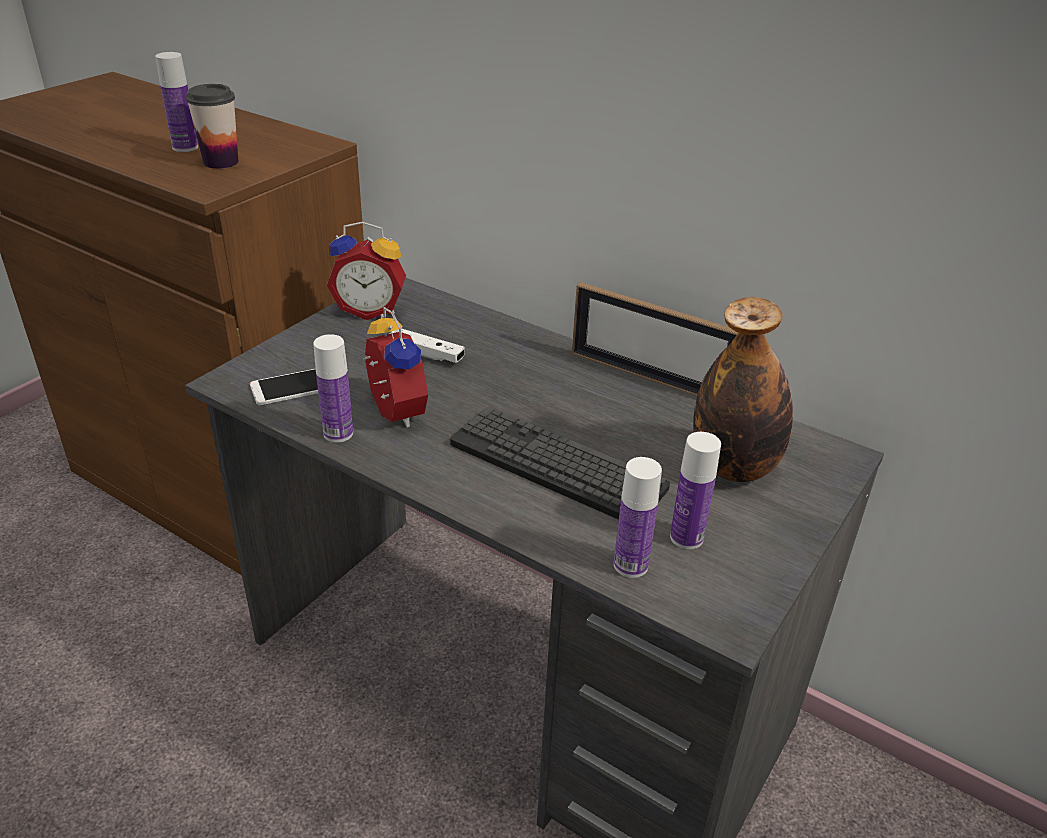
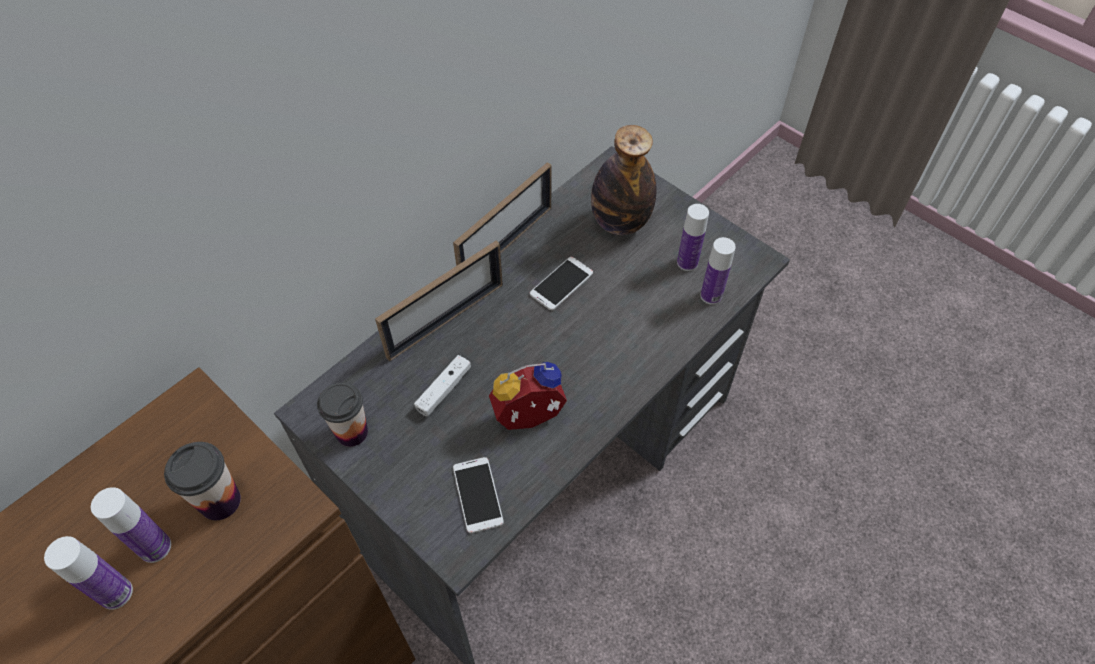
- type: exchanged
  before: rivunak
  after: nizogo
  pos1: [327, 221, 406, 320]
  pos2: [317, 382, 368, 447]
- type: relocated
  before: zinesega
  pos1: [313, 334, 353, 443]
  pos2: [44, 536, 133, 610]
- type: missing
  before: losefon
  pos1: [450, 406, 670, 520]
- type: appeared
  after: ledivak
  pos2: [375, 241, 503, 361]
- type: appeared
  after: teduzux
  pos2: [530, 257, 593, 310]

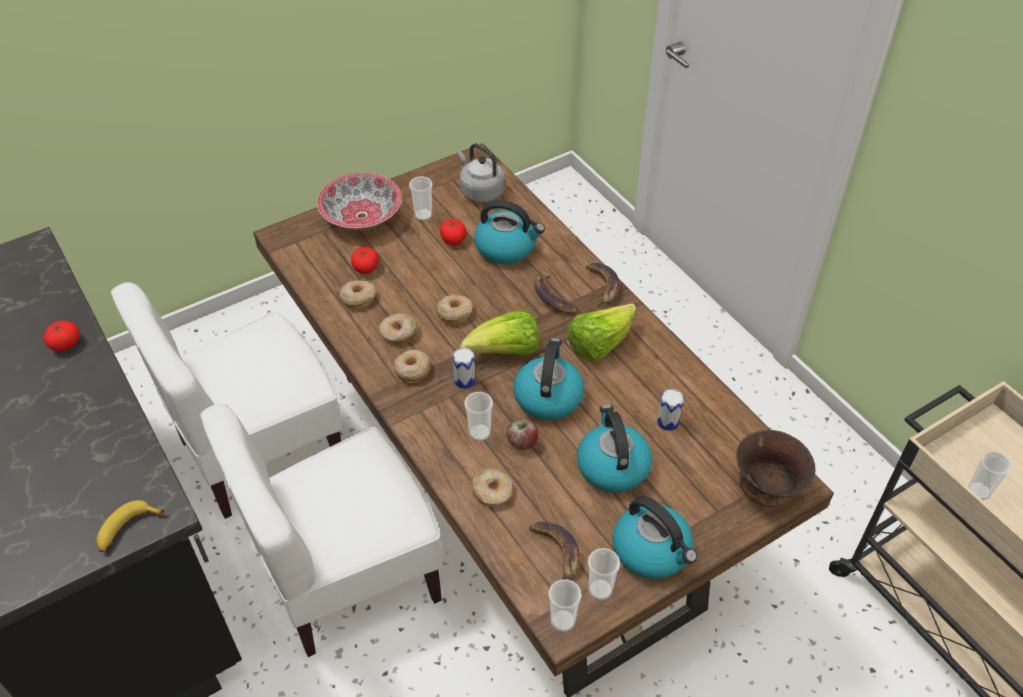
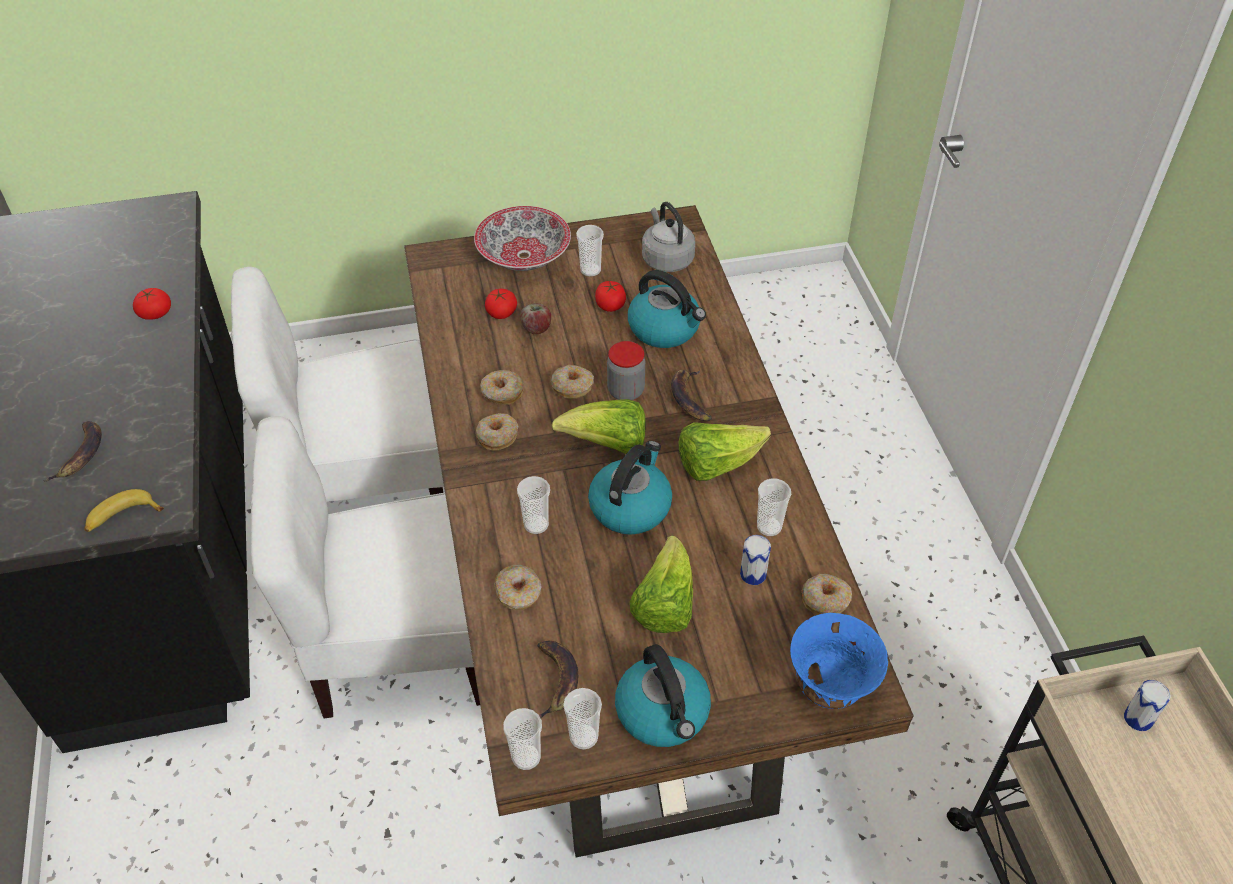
- type: relocated
  before: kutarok
  pos1: [586, 263, 619, 309]
  pos2: [43, 421, 102, 482]
- type: relocated
  before: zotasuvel
  pos1: [339, 280, 375, 309]
  pos2: [802, 574, 852, 615]
- type: relocated
  before: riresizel
  pos1: [453, 348, 475, 389]
  pos2: [1124, 680, 1171, 731]
- type: exchanged
  before: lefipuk
  after: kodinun
  pos1: [577, 404, 652, 493]
  pos2: [630, 536, 693, 633]
- type: relocated
  before: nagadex
  pos1: [506, 419, 538, 450]
  pos2: [520, 303, 551, 334]
- type: colour
  before: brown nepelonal
  after: blue nepelonal
  pos1: [737, 430, 815, 507]
  pos2: [790, 613, 888, 709]
- type: relocated
  before: nizogo
  pos1: [968, 451, 1012, 500]
  pos2: [757, 479, 791, 536]
- type: appeared
  after: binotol
  pos2: [607, 341, 645, 400]

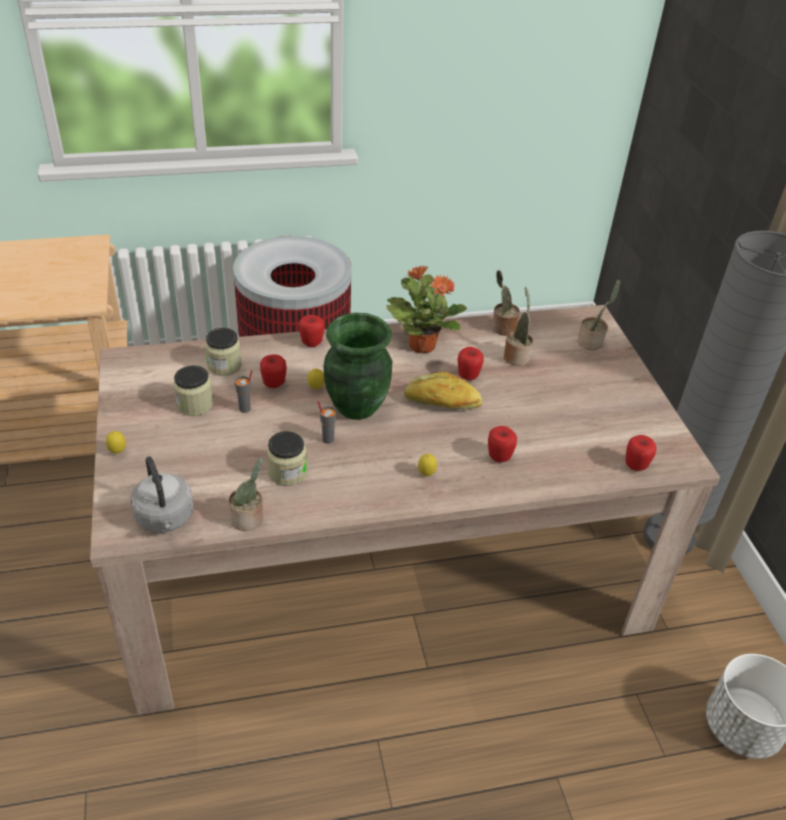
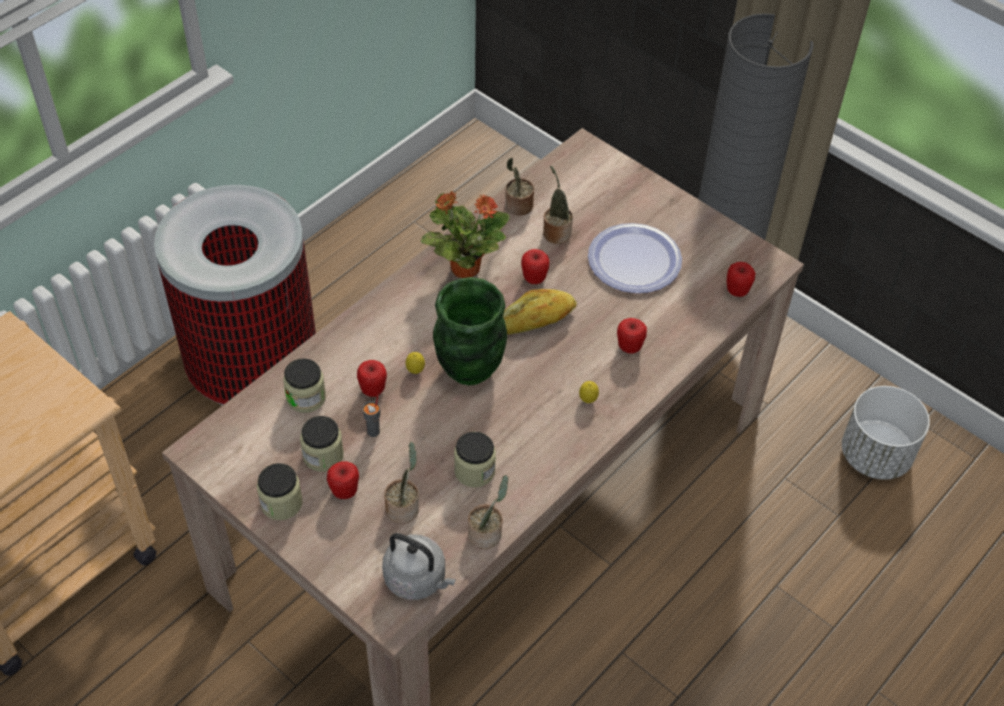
- type: relocated
  before: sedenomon
  pos1: [578, 280, 620, 350]
  pos2: [384, 442, 419, 524]
- type: relocated
  before: nagadex
  pos1: [299, 315, 324, 347]
  pos2: [327, 461, 359, 499]
- type: missing
  before: grey nizogo
  pos1: [317, 401, 337, 444]
- type: missing
  before: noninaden
  pos1: [106, 431, 126, 454]
- type: appeared
  after: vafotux
  pos2: [588, 223, 682, 293]
- type: appeared
  after: binotol
  pos2: [257, 463, 303, 520]

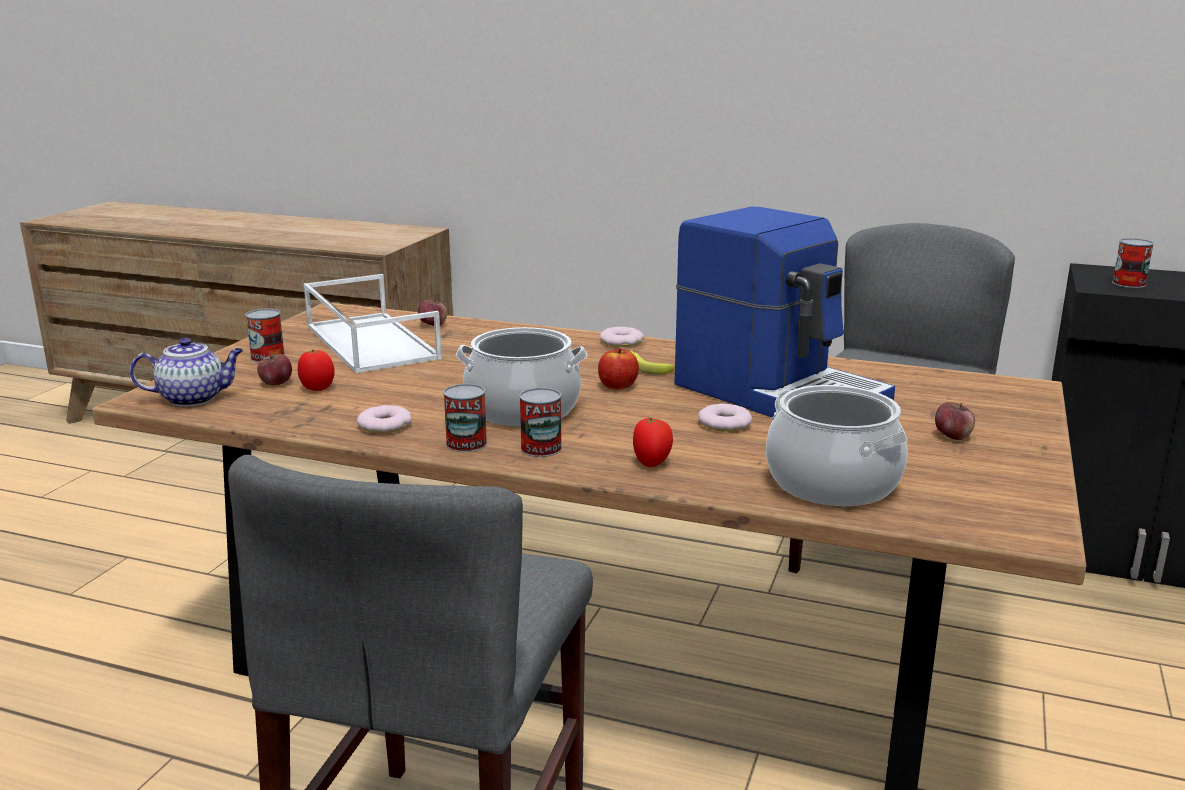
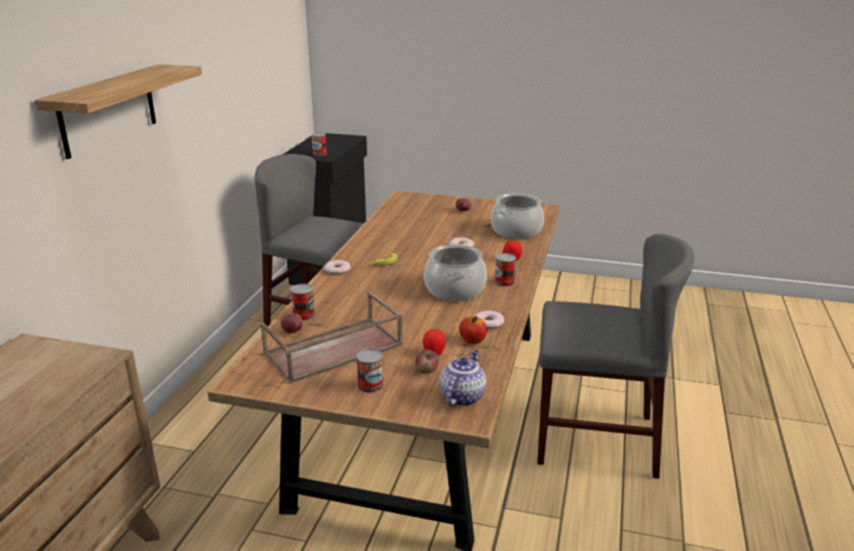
- type: missing
  before: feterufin
  pos1: [675, 207, 895, 418]
- type: colour
  before: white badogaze
  after: brown badogaze
  pos1: [303, 274, 442, 373]
  pos2: [261, 291, 403, 384]
- type: spun
  before: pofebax
  pos1: [130, 338, 244, 407]
  pos2: [439, 350, 487, 406]
  turn: 45
- type: relocated
  before: nagadex
  pos1: [598, 348, 639, 390]
  pos2: [459, 316, 487, 344]
- type: relocated
  before: riresizel
  pos1: [443, 384, 487, 452]
  pos2: [291, 284, 315, 321]
- type: appeared
  after: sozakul
  pos2: [35, 64, 202, 159]

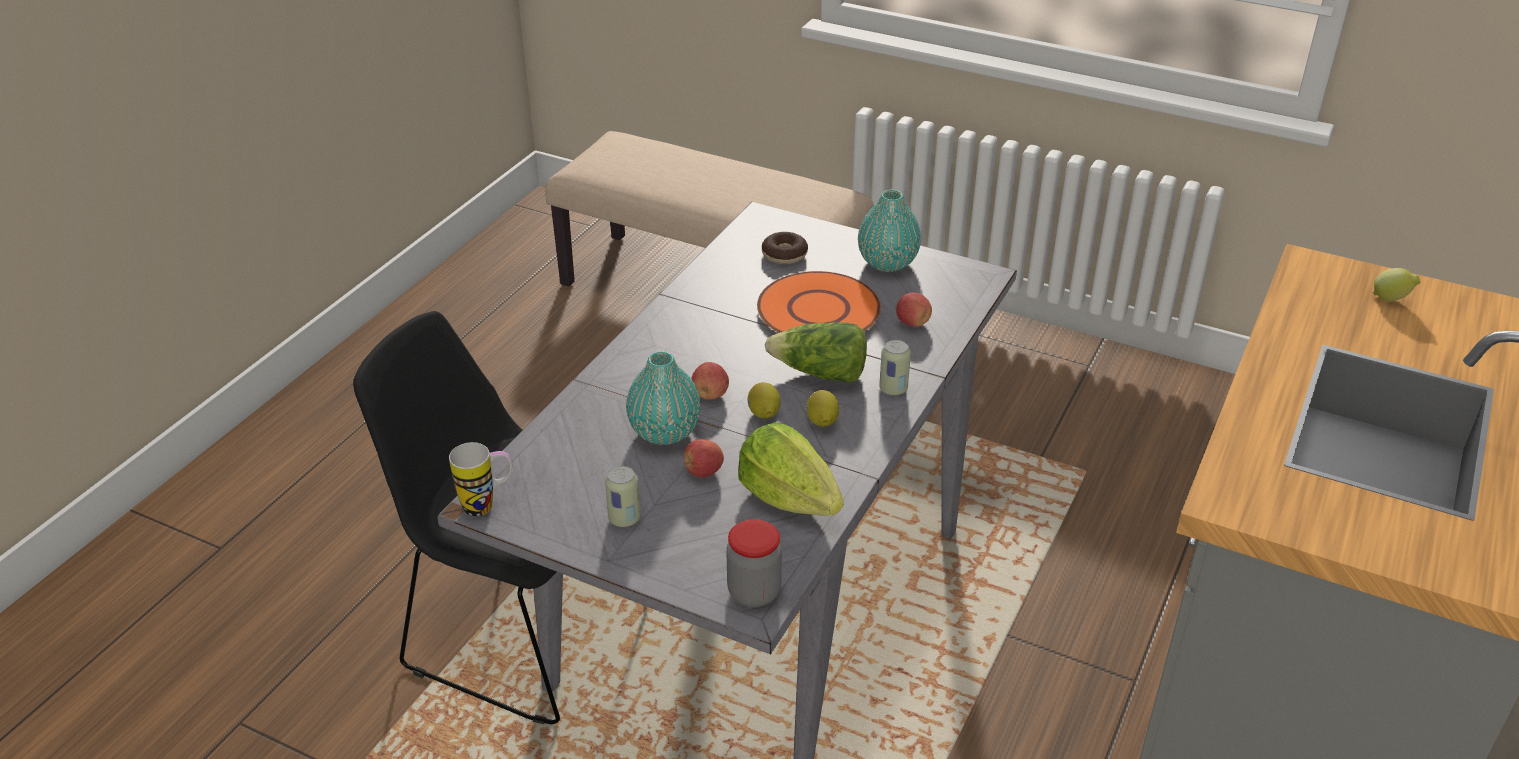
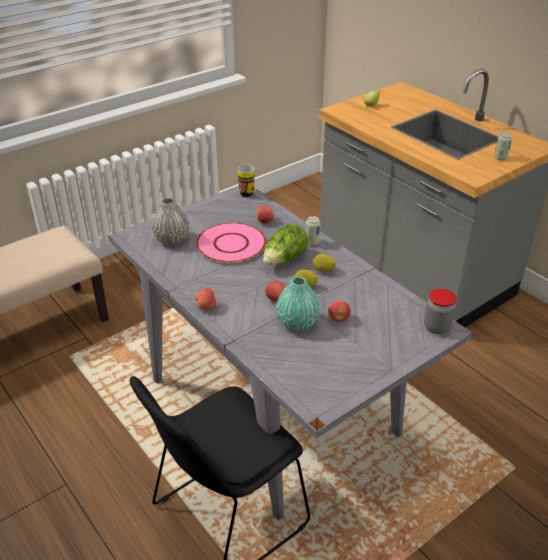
- type: missing
  before: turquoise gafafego
  pos1: [858, 190, 921, 272]
- type: exchanged
  before: zotasuvel
  after: grey gafafego
  pos1: [762, 232, 808, 264]
  pos2: [152, 197, 189, 246]
- type: colour
  before: orange vafotux
  after: pink vafotux
  pos1: [757, 271, 881, 333]
  pos2: [196, 222, 266, 263]
- type: missing
  before: kodinun
  pos1: [738, 422, 844, 516]
- type: relocated
  before: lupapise
  pos1: [449, 442, 512, 517]
  pos2: [238, 164, 255, 198]
- type: relocated
  before: riresizel
  pos1: [605, 466, 640, 527]
  pos2: [494, 132, 512, 160]
- type: appeared
  after: nagadex
  pos2: [195, 288, 217, 310]

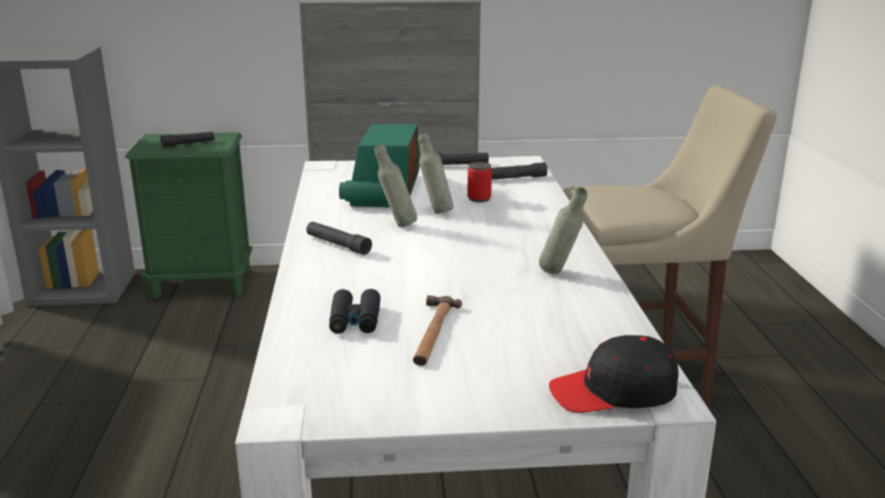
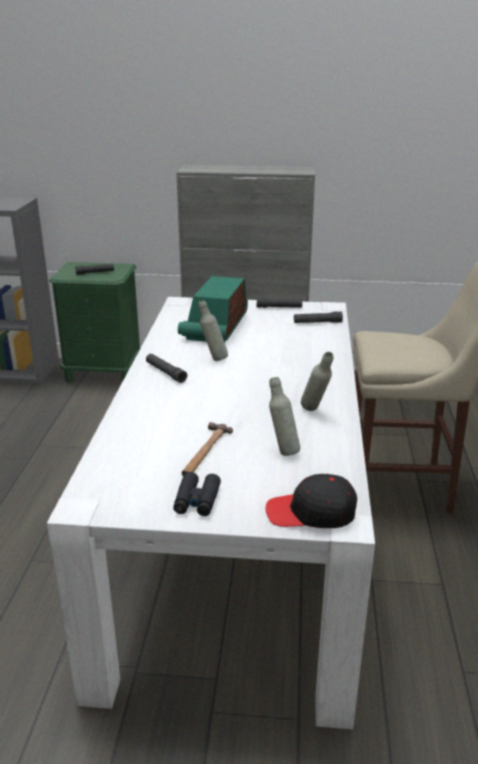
- type: relocated
  before: grey zinesega
  pos1: [418, 133, 453, 214]
  pos2: [269, 377, 300, 456]
- type: missing
  before: riresizel
  pos1: [467, 162, 492, 202]
- type: relocated
  before: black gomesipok
  pos1: [329, 289, 381, 334]
  pos2: [173, 472, 221, 516]

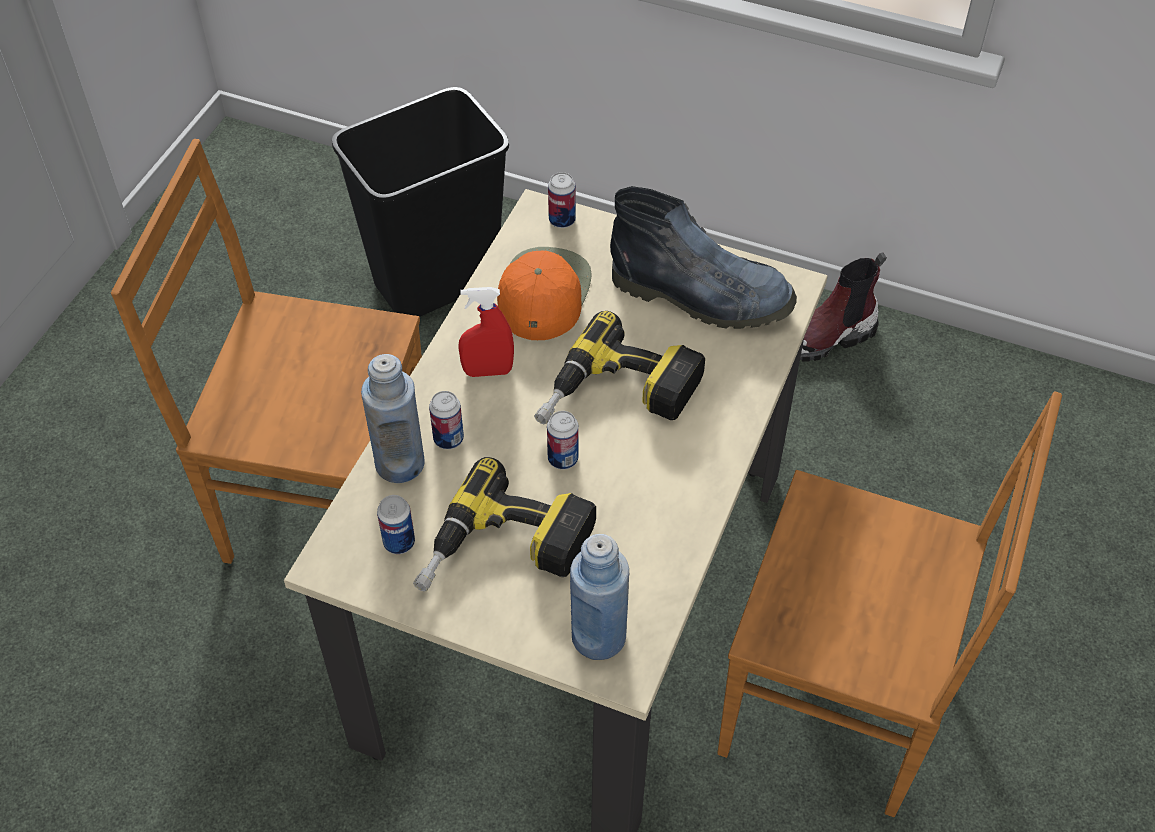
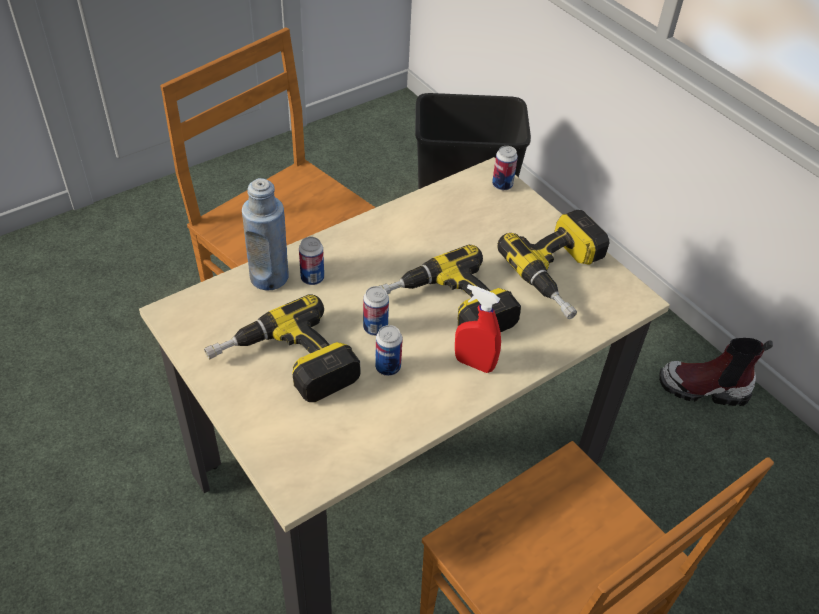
- type: exchanged
  before: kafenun
  after: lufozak
  pos1: [610, 186, 797, 329]
  pos2: [497, 210, 609, 319]
- type: missing
  before: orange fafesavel
  pos1: [497, 247, 592, 340]
- type: relocated
  before: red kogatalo
  pos1: [458, 287, 514, 377]
  pos2: [455, 284, 501, 373]
- type: relocated
  before: riresizel
  pos1: [377, 495, 415, 554]
  pos2: [375, 325, 403, 376]
- type: missing
  before: blue zinesega
  pos1: [570, 534, 629, 660]

